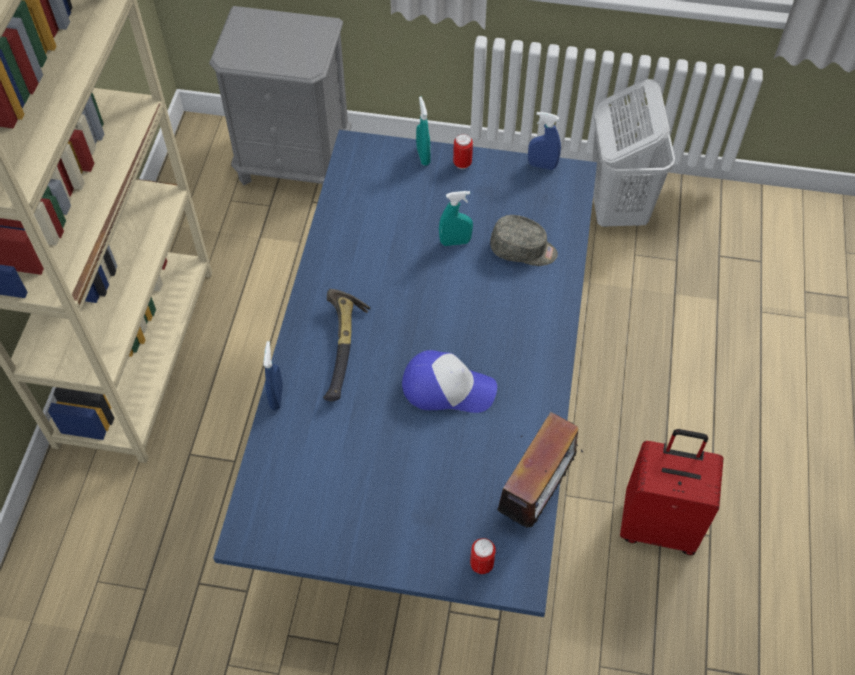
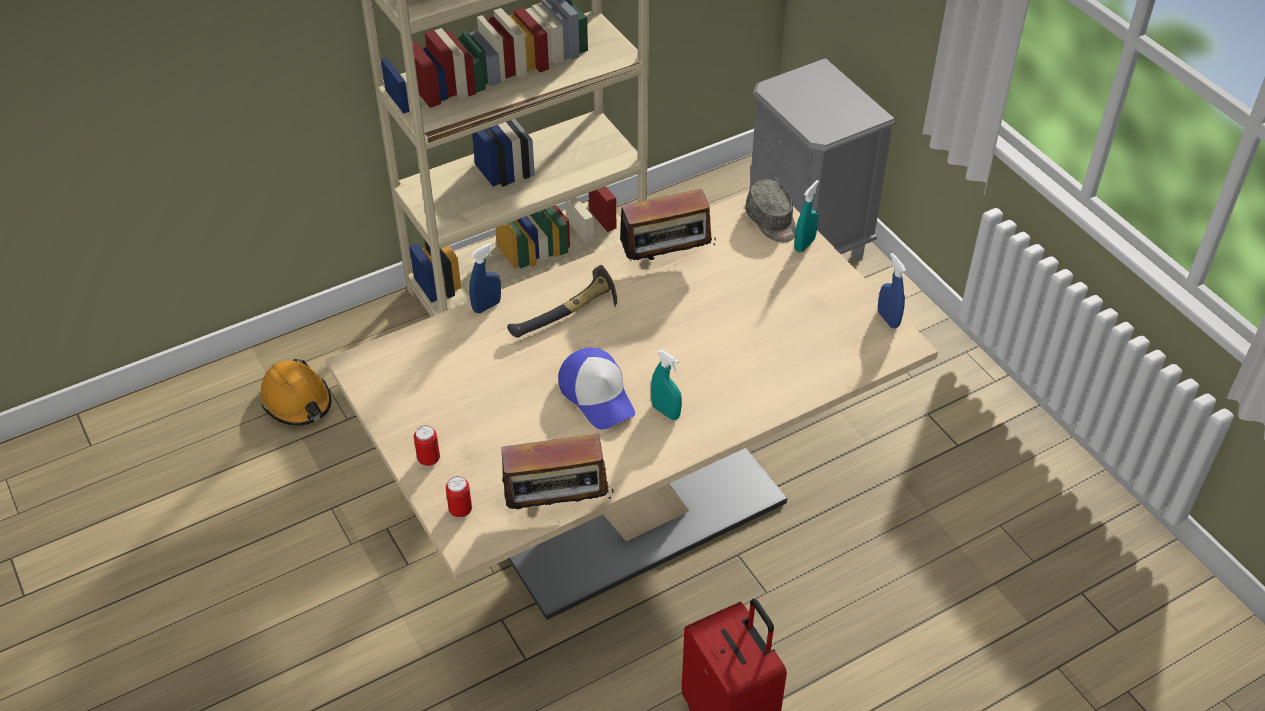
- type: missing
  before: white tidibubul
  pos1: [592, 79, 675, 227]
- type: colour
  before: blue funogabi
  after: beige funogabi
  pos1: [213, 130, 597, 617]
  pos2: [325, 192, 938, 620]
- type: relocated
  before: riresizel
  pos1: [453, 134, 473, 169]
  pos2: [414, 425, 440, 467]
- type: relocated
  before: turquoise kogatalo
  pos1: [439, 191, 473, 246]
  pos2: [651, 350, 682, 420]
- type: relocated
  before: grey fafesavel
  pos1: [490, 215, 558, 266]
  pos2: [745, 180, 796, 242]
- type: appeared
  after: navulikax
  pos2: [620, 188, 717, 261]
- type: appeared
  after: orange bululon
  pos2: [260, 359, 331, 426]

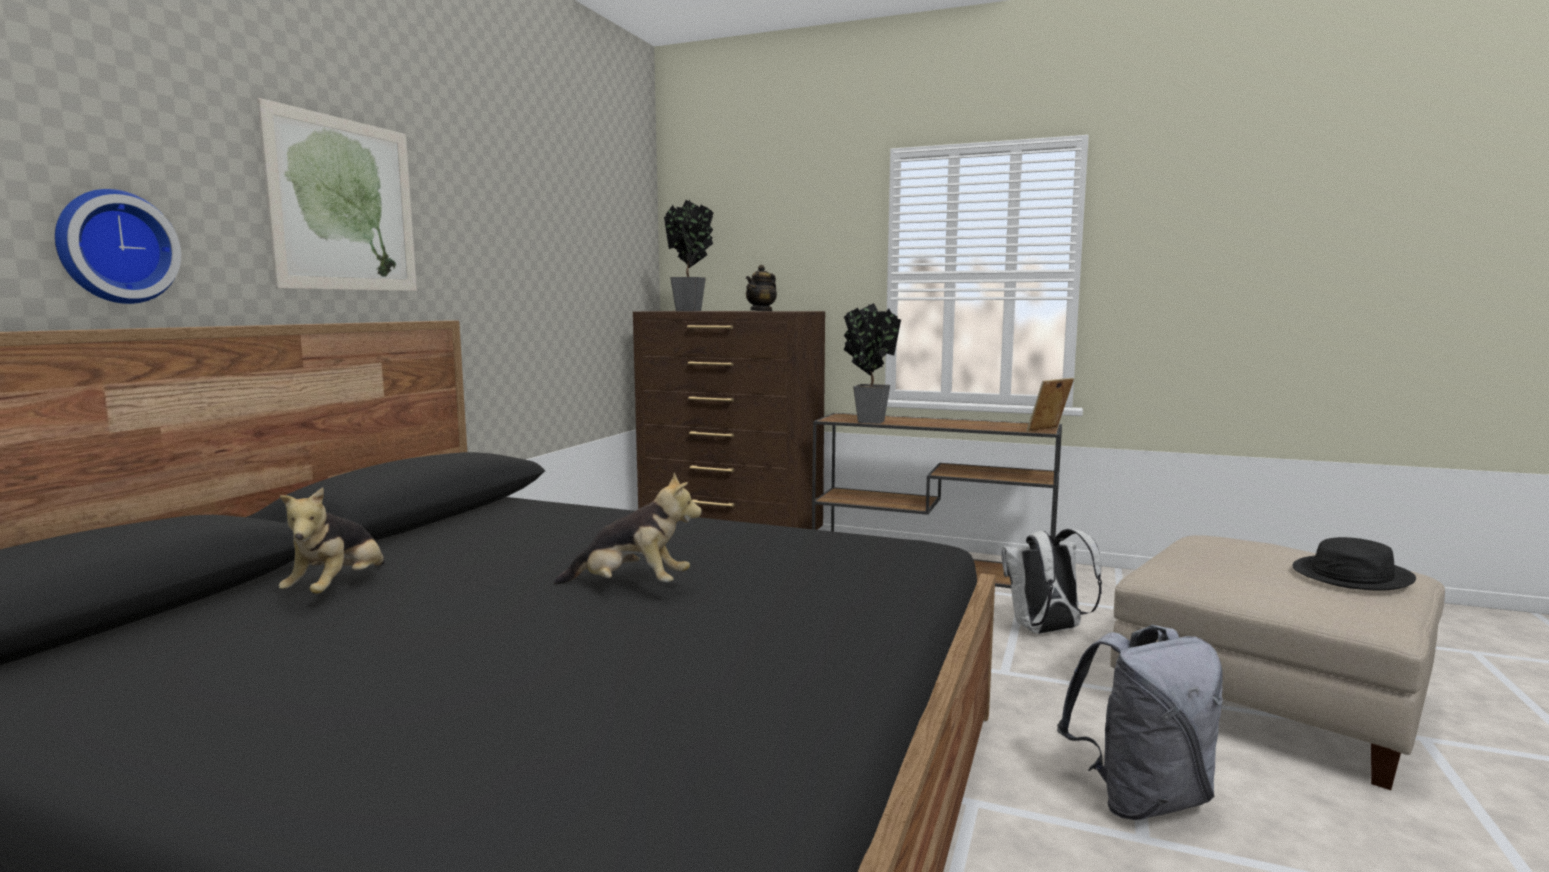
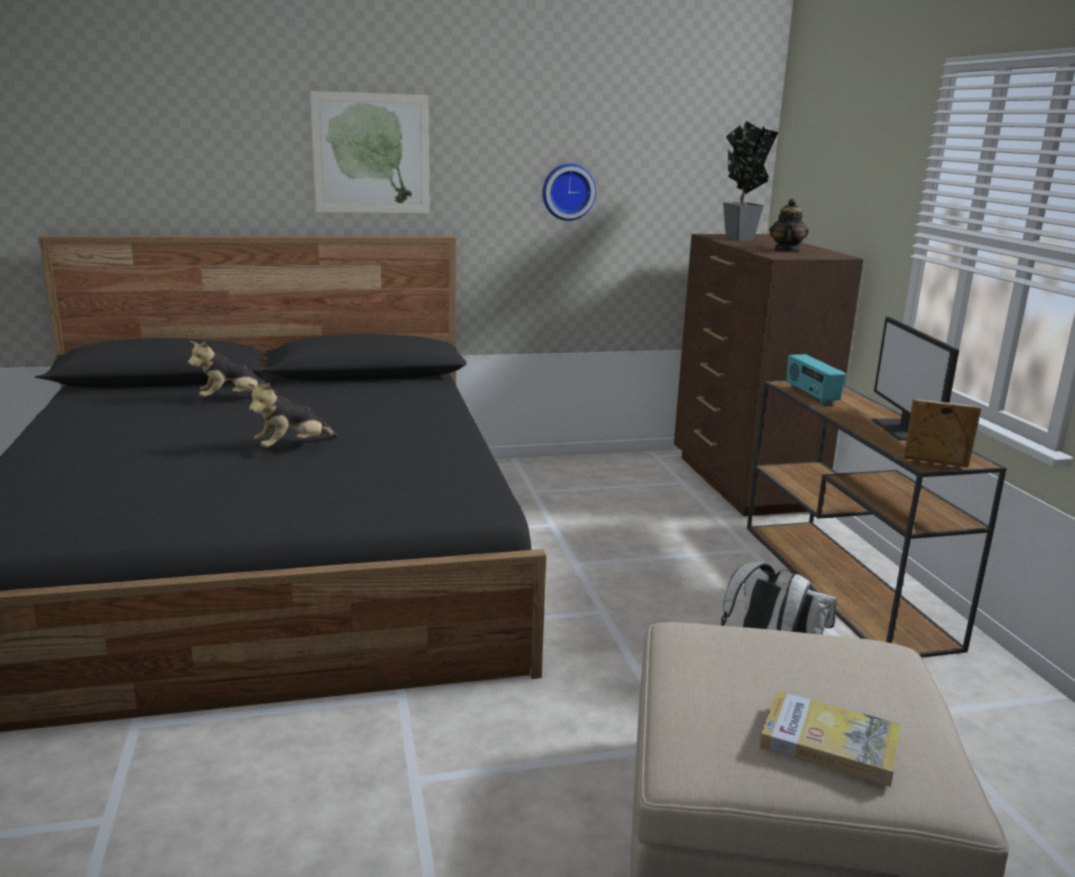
- type: relocated
  before: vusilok
  pos1: [55, 189, 181, 304]
  pos2: [542, 163, 596, 221]
- type: spun
  before: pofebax
  pos1: [746, 265, 777, 311]
  pos2: [769, 198, 809, 251]
  turn: 105
- type: exchanged
  before: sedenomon
  after: navulikax
  pos1: [844, 303, 901, 424]
  pos2: [786, 354, 846, 405]
- type: spun
  before: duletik
  pos1: [554, 473, 702, 584]
  pos2: [248, 383, 338, 448]
  turn: 75
- type: exchanged
  before: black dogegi
  after: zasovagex
  pos1: [1292, 537, 1416, 591]
  pos2: [759, 691, 900, 787]
- type: missing
  before: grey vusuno
  pos1: [1057, 625, 1223, 820]
- type: appeared
  after: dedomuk
  pos2: [872, 317, 959, 440]

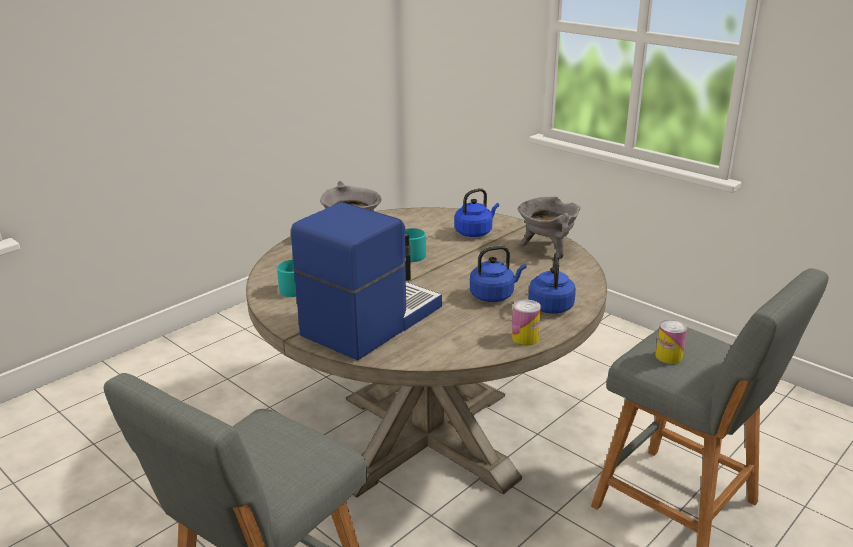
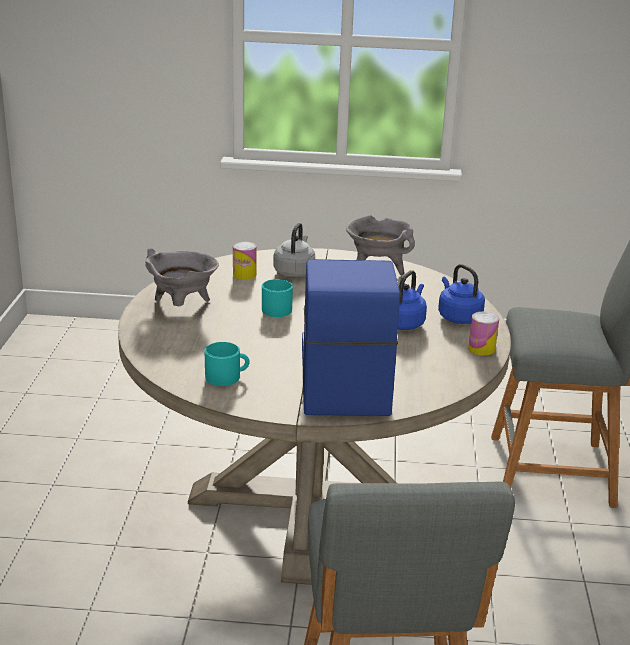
- type: colour
  before: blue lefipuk
  after: grey lefipuk
  pos1: [454, 188, 499, 237]
  pos2: [273, 223, 315, 277]
- type: relocated
  before: riresizel
  pos1: [655, 320, 687, 364]
  pos2: [233, 242, 257, 280]

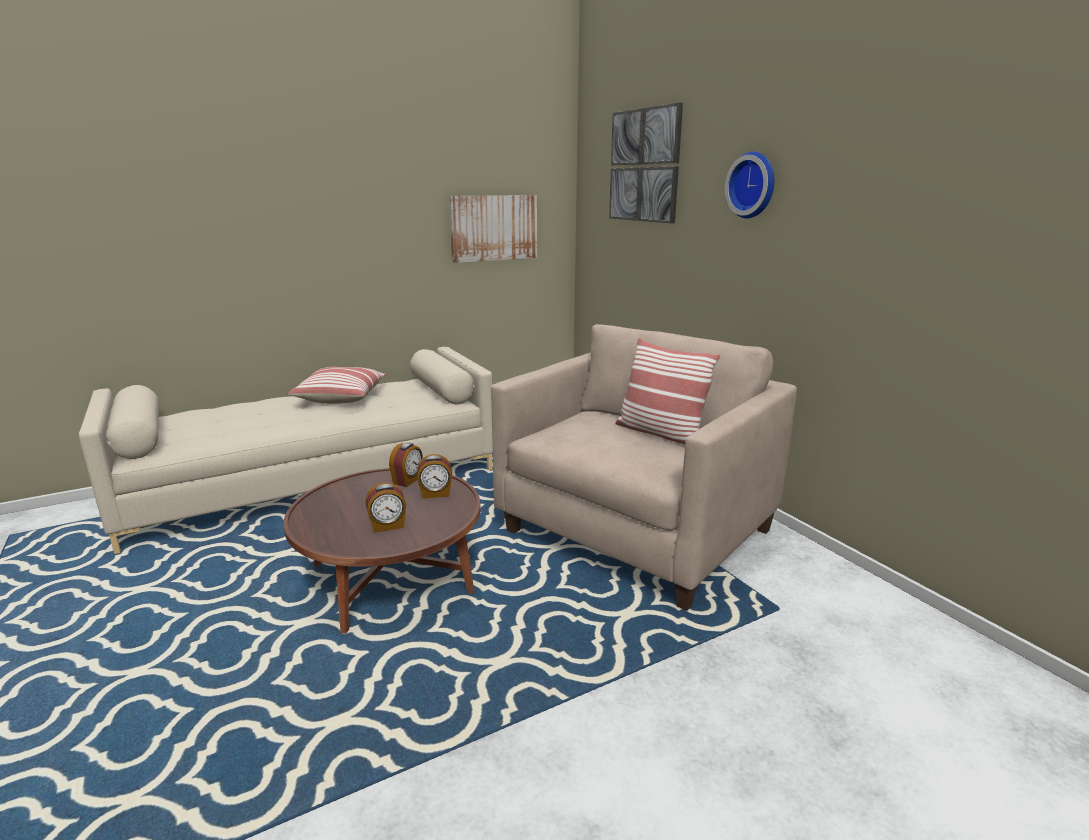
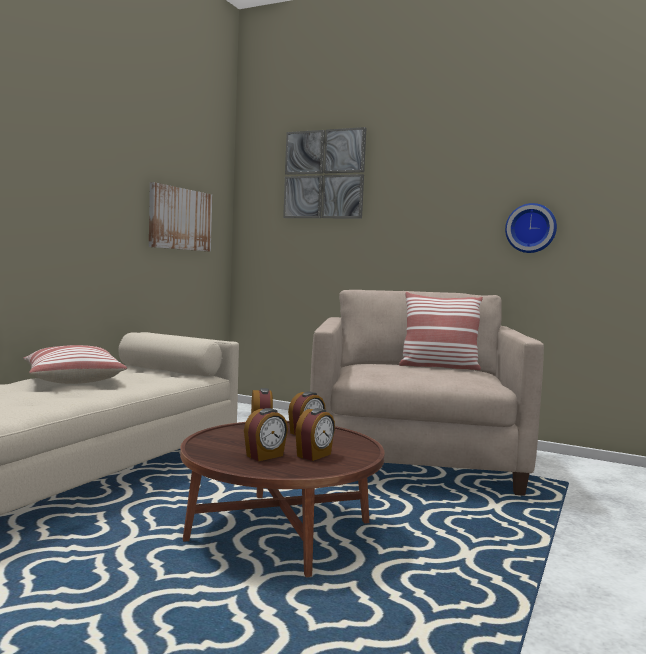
- type: relocated
  before: vusilok
  pos1: [725, 152, 774, 218]
  pos2: [505, 203, 557, 253]
- type: appeared
  after: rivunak
  pos2: [244, 408, 288, 461]

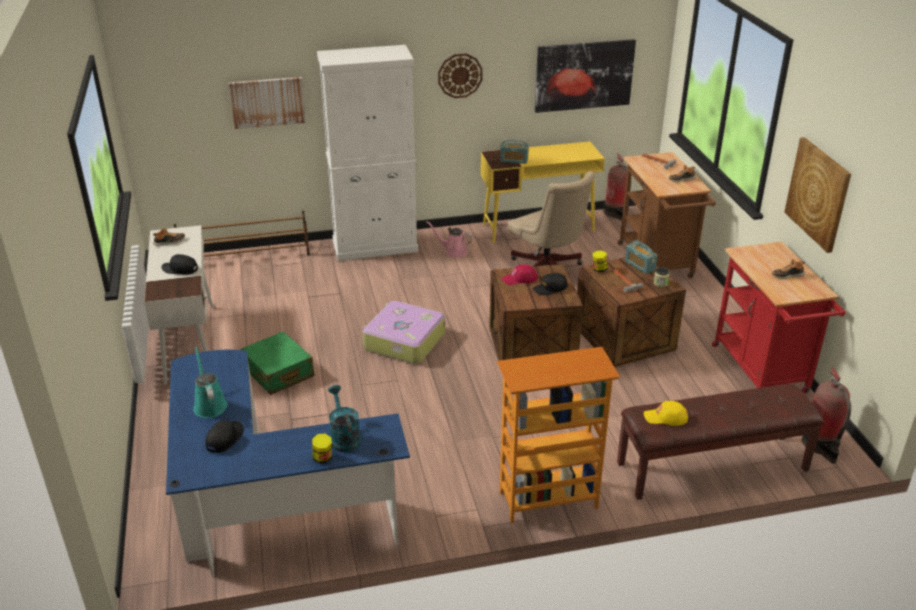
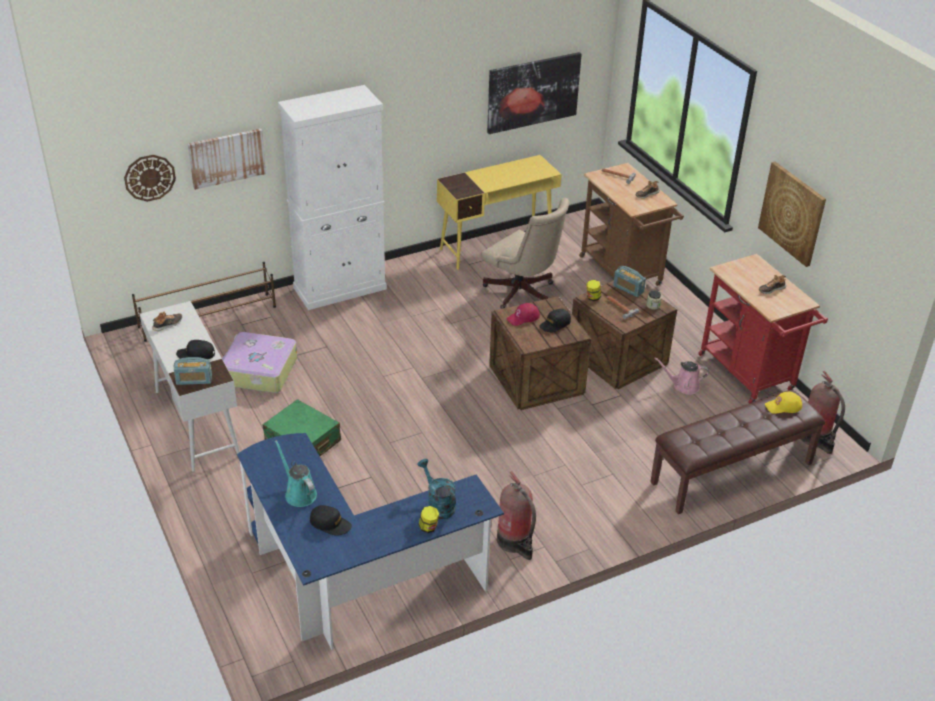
- type: relocated
  before: vusilok
  pos1: [438, 53, 483, 98]
  pos2: [124, 155, 176, 202]
- type: relocated
  before: navulikax
  pos1: [500, 140, 529, 164]
  pos2: [174, 357, 212, 385]
- type: relocated
  before: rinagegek
  pos1: [604, 154, 631, 222]
  pos2: [497, 471, 536, 560]
- type: relocated
  before: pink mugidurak
  pos1: [427, 221, 473, 258]
  pos2: [654, 358, 709, 395]
- type: relocated
  before: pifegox
  pos1: [363, 301, 445, 364]
  pos2: [222, 332, 297, 393]
- type: missing
  before: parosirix
  pos1: [497, 347, 620, 523]
- type: relocated
  before: yellow fafesavel
  pos1: [644, 401, 688, 426]
  pos2: [765, 392, 802, 414]
- type: spun
  before: black fafesavel
  pos1: [205, 420, 244, 453]
  pos2: [310, 505, 352, 536]
  turn: 105

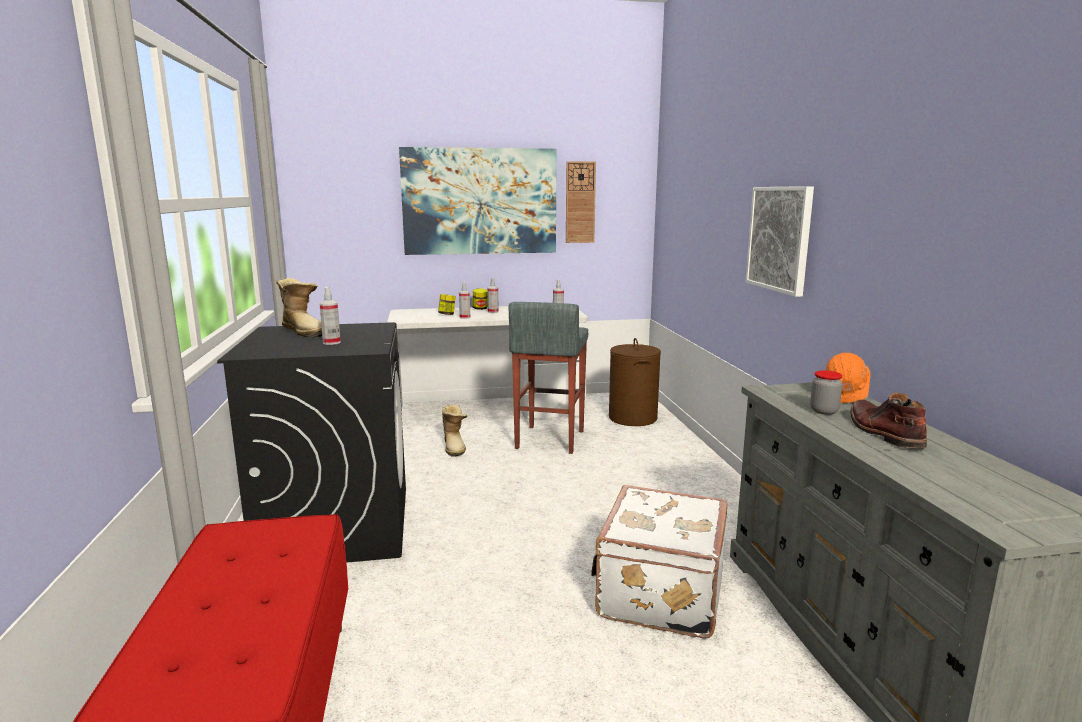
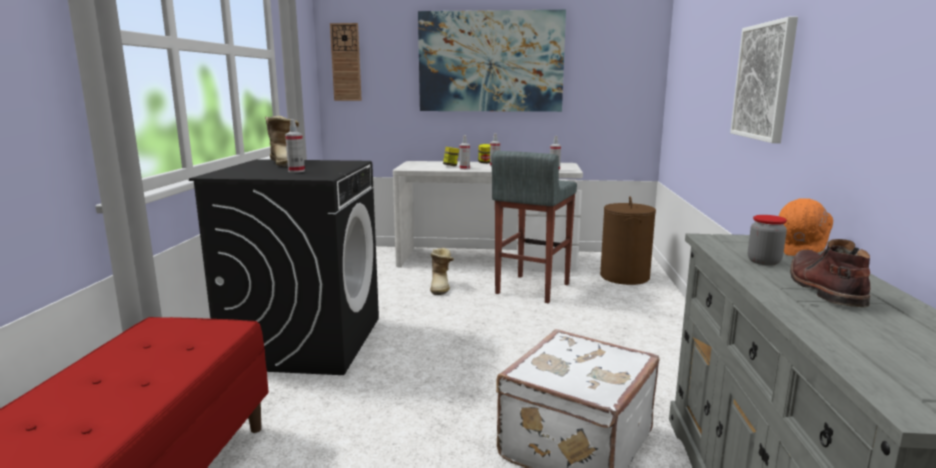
- type: relocated
  before: vusilok
  pos1: [566, 161, 596, 243]
  pos2: [330, 23, 362, 101]

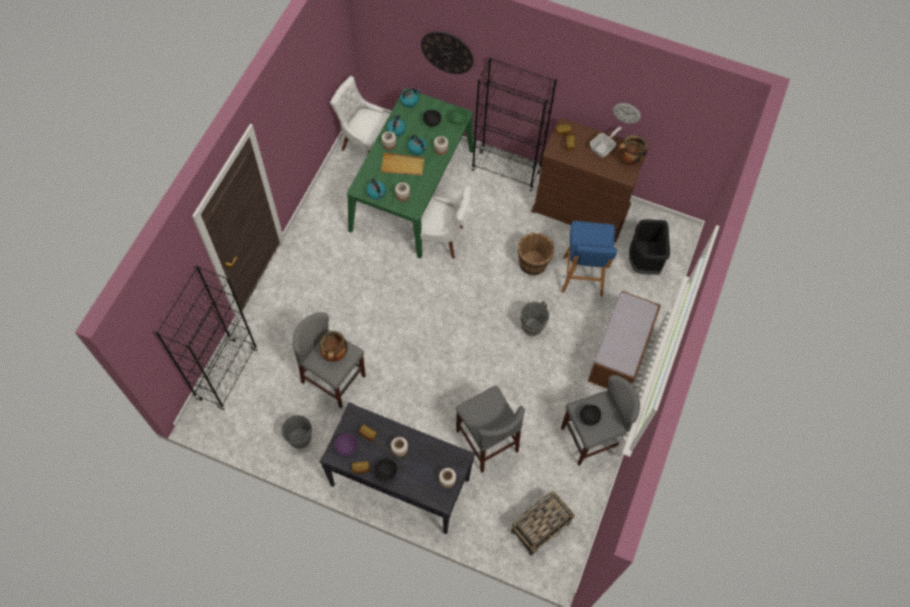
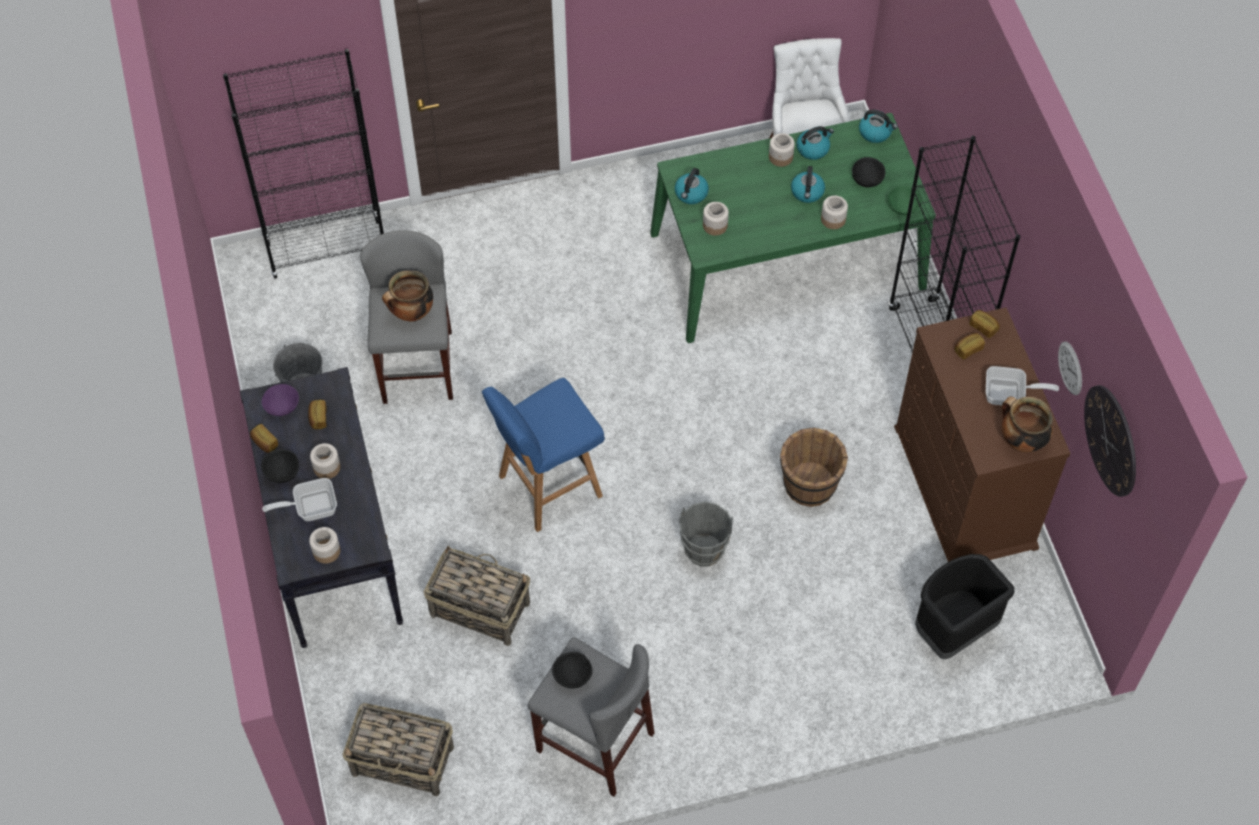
- type: relocated
  before: vusilok
  pos1: [421, 31, 473, 74]
  pos2: [1084, 385, 1136, 497]
- type: missing
  before: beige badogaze
  pos1: [381, 152, 424, 176]
- type: missing
  before: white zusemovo
  pos1: [413, 185, 471, 259]
- type: relocated
  before: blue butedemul
  pos1: [561, 221, 617, 296]
  pos2: [482, 378, 605, 532]
- type: missing
  before: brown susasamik
  pos1: [588, 291, 661, 389]
- type: exchanged
  before: grey butedemul
  after: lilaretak
  pos1: [456, 385, 525, 473]
  pos2: [424, 546, 530, 646]
- type: appeared
  after: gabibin
  pos2: [262, 478, 337, 521]

